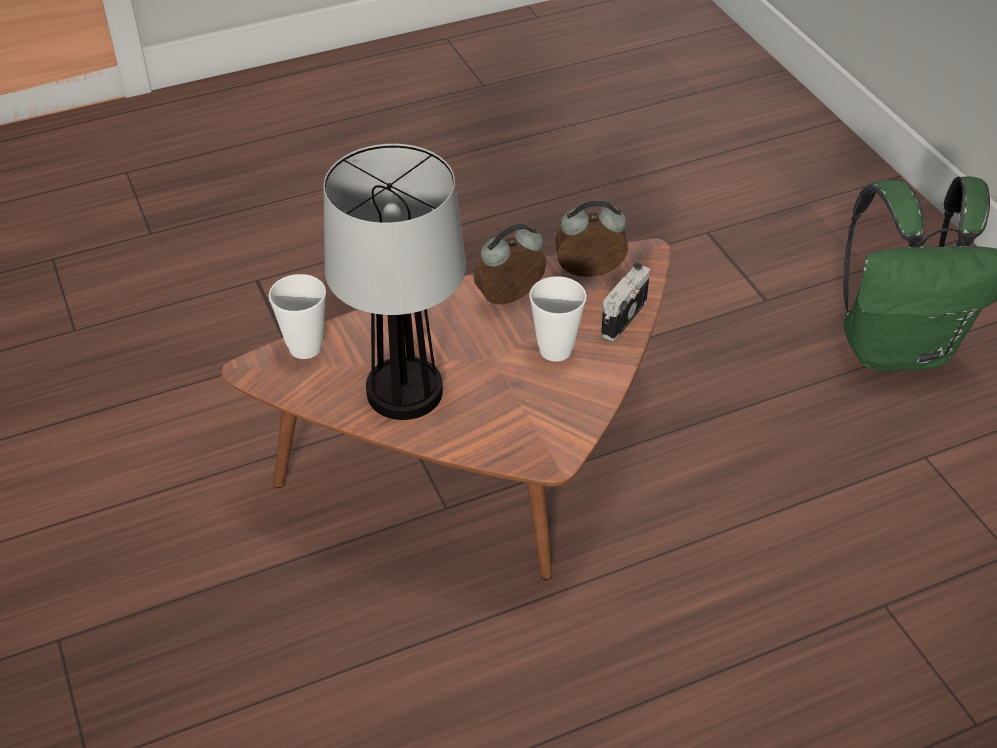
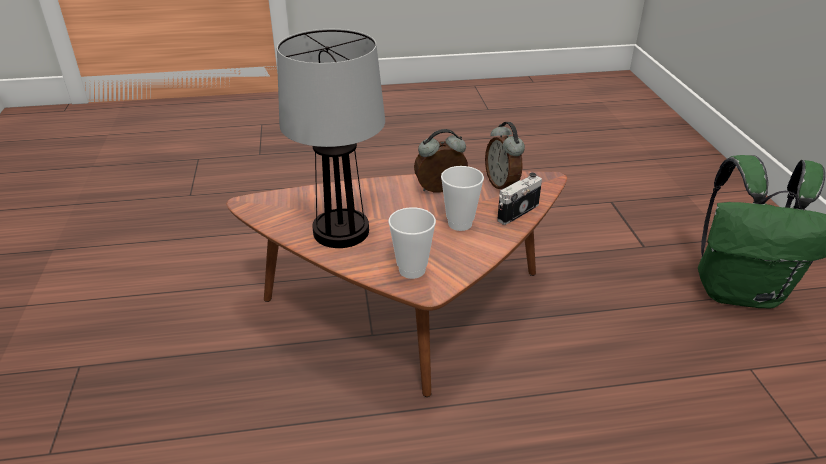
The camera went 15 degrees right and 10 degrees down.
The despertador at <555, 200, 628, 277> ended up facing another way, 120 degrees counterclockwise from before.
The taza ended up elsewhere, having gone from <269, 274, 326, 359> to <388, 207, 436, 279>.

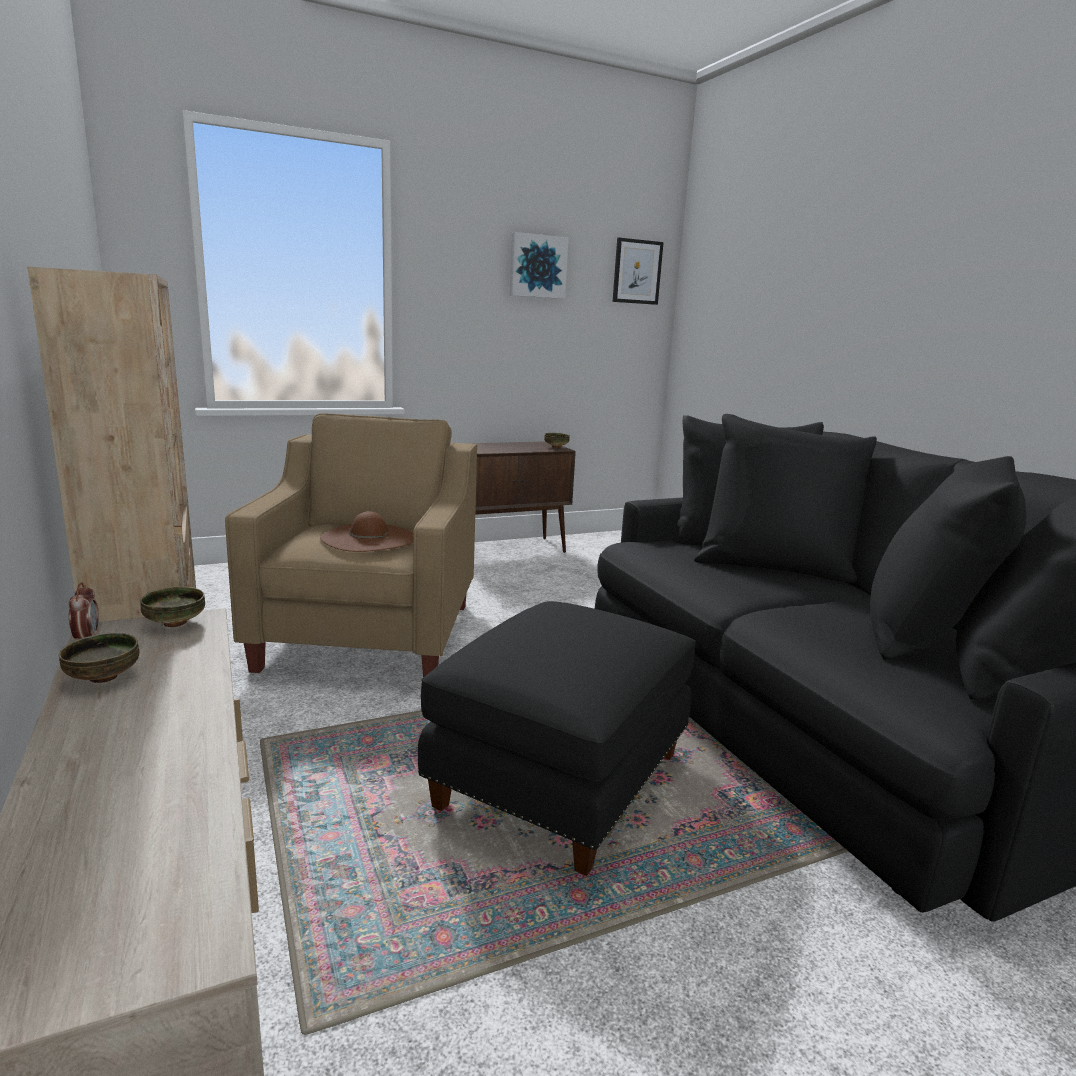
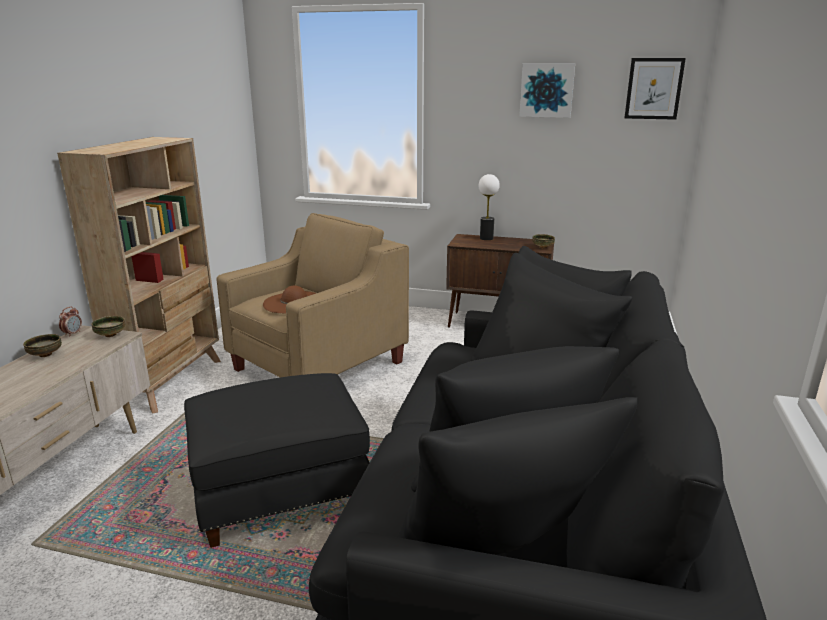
The camera went 40 degrees right and 5 degrees up.
The second view gained the lámpara de mesa at <478, 174, 500, 240>.

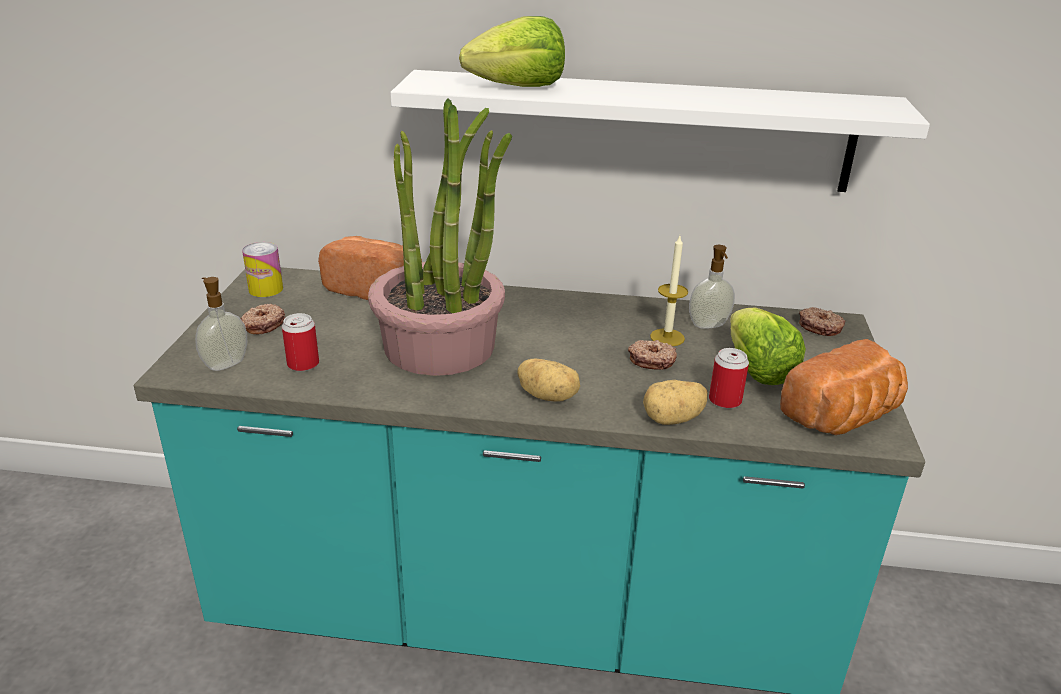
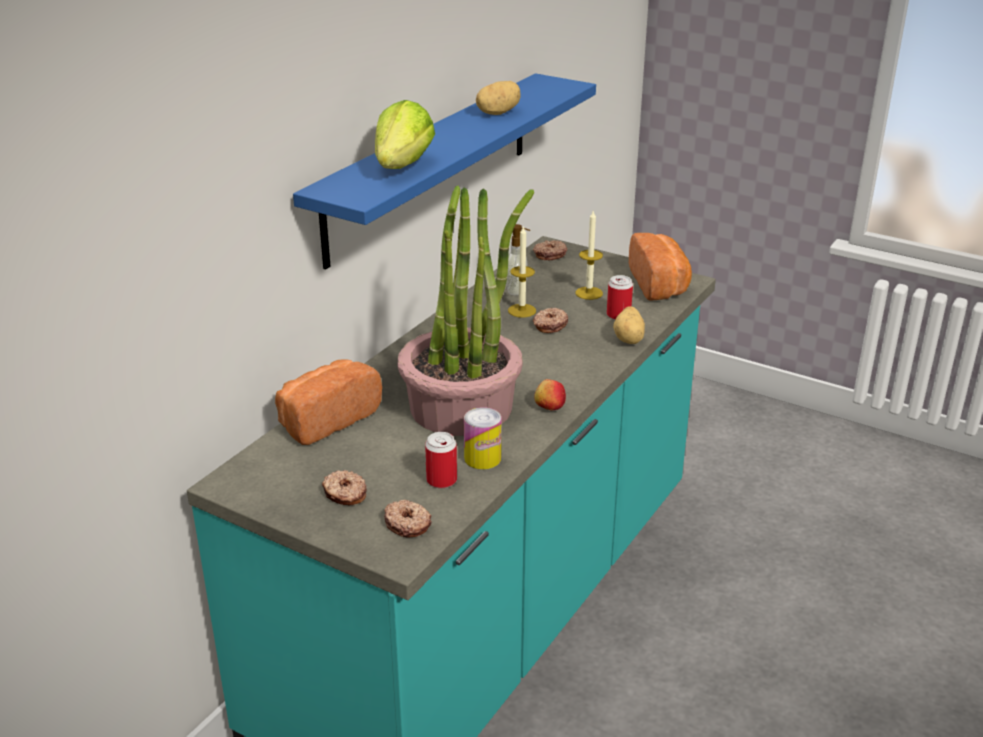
The camera went 65 degrees left and 0 degrees up.
What was the estante/blanco at <390, 70, 930, 192> turned into the estante/azul at <293, 73, 596, 269>.
The lata ended up elsewhere, having gone from <242, 242, 283, 297> to <464, 407, 501, 469>.
Where the dispensador de jabón stood at <195, 277, 247, 371>, the rosquilla came to stand at <384, 500, 432, 537>.
Where the lechuga stood at <730, 308, 806, 385>, the vela came to stand at <575, 211, 603, 300>.
The patata ended up elsewhere, having gone from <517, 359, 580, 402> to <476, 81, 520, 115>.
The second view gained the manzana at <534, 379, 566, 411>.

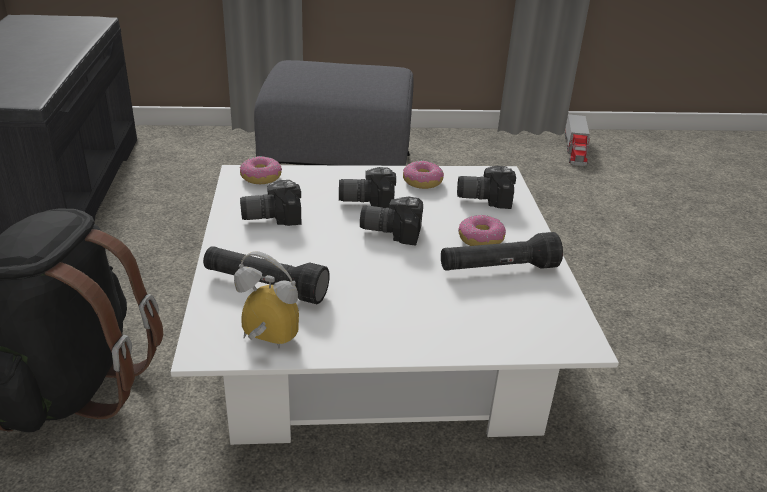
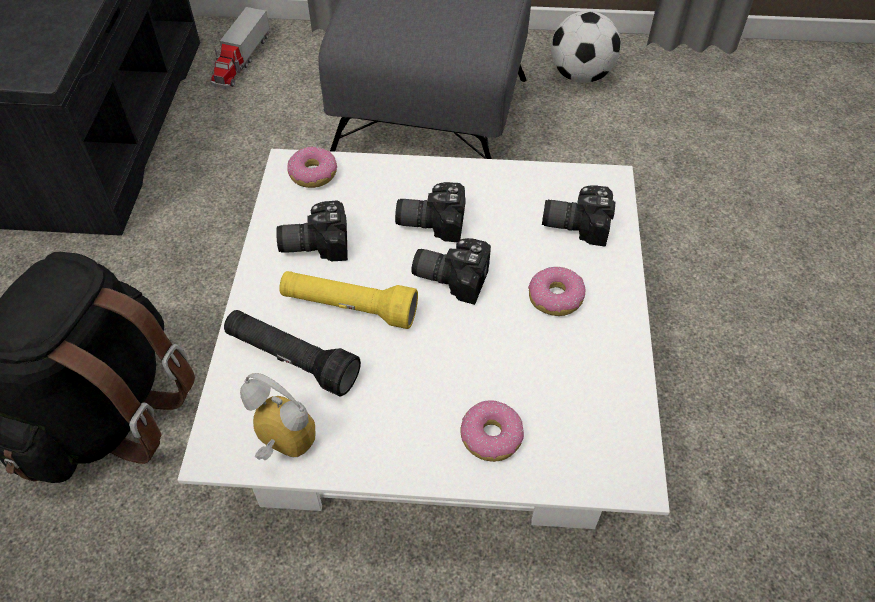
The camera went 10 degrees right and 20 degrees up.
The camión de juguete ended up elsewhere, having gone from <565, 114, 590, 166> to <211, 7, 270, 89>.
The rosquilla ended up elsewhere, having gone from <403, 161, 444, 189> to <460, 400, 524, 462>.
The second view lost the linterna/negro at <441, 232, 563, 271>.
The second view gained the balón de fútbol at <551, 11, 621, 83>.
The second view gained the linterna/amarillo at <279, 271, 418, 329>.

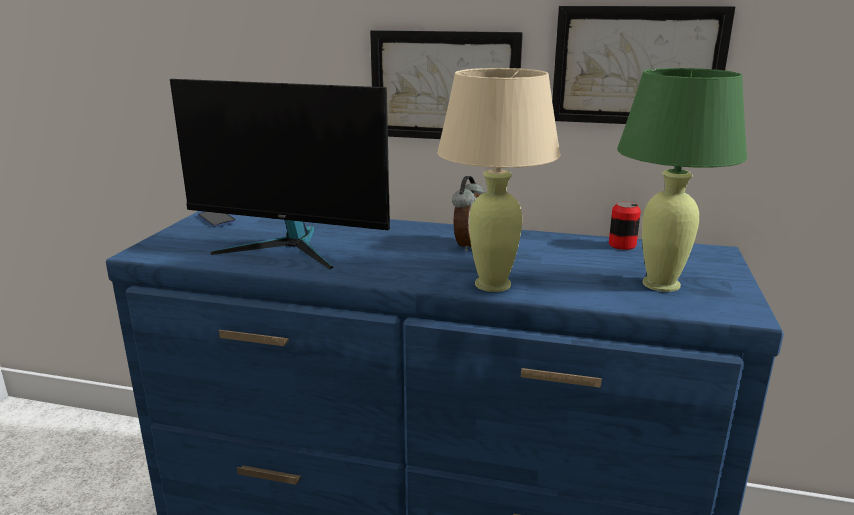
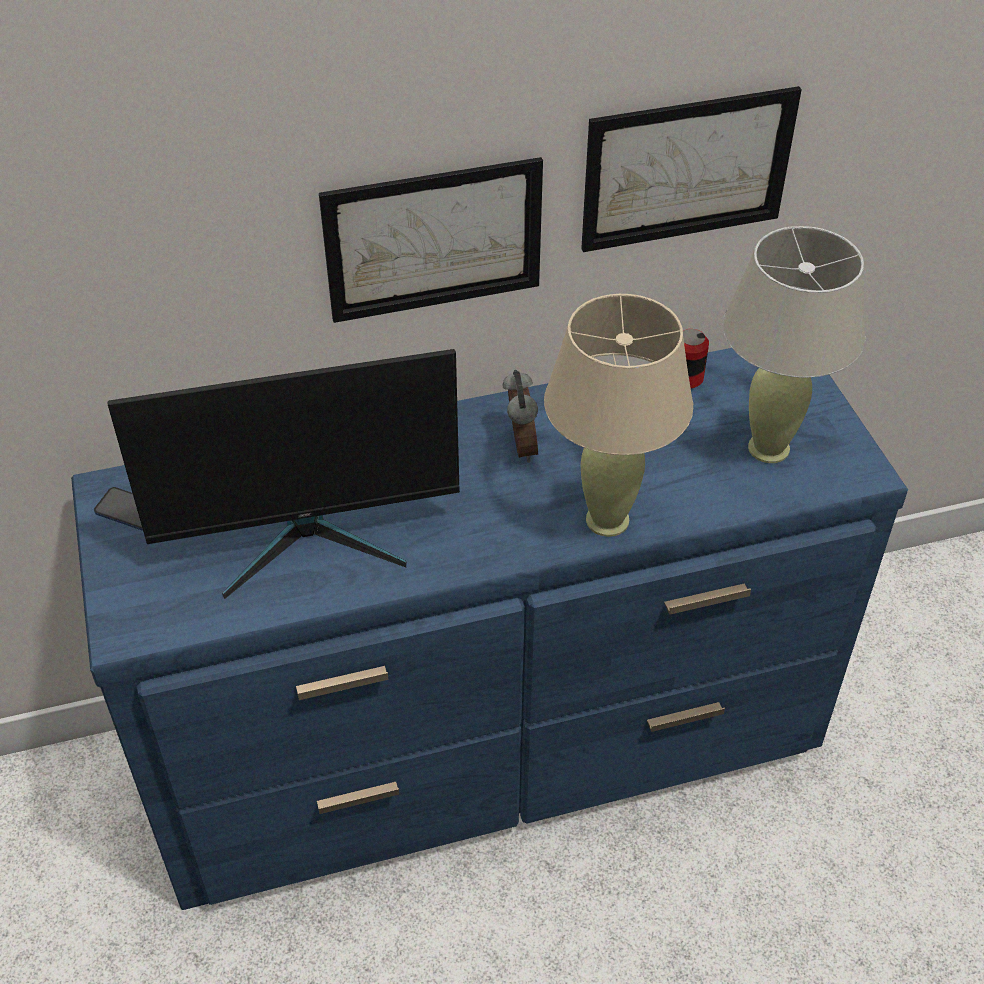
The camera went 30 degrees left and 25 degrees up.
What was the lámpara de mesa/verde at <617, 68, 747, 292> turned into the lámpara de mesa/beis at <723, 226, 866, 463>.

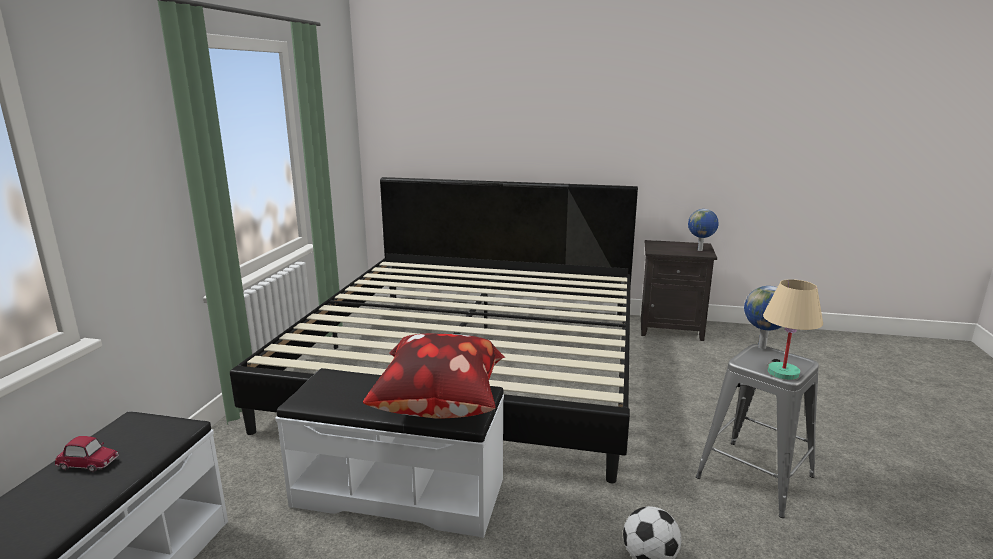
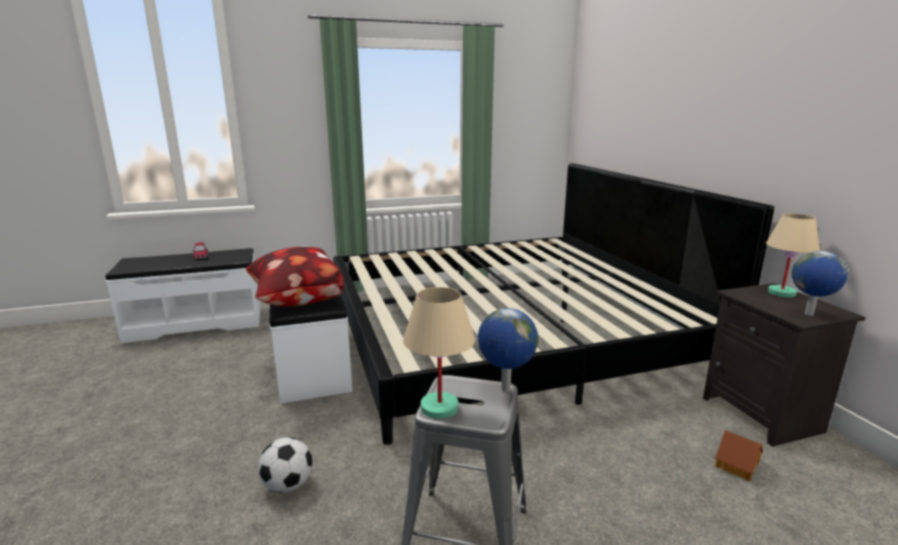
The camera went 60 degrees right and 0 degrees up.
The second view gained the lámpara de mesa/beis at <766, 213, 820, 297>.
The second view gained the casita at <715, 430, 763, 481>.

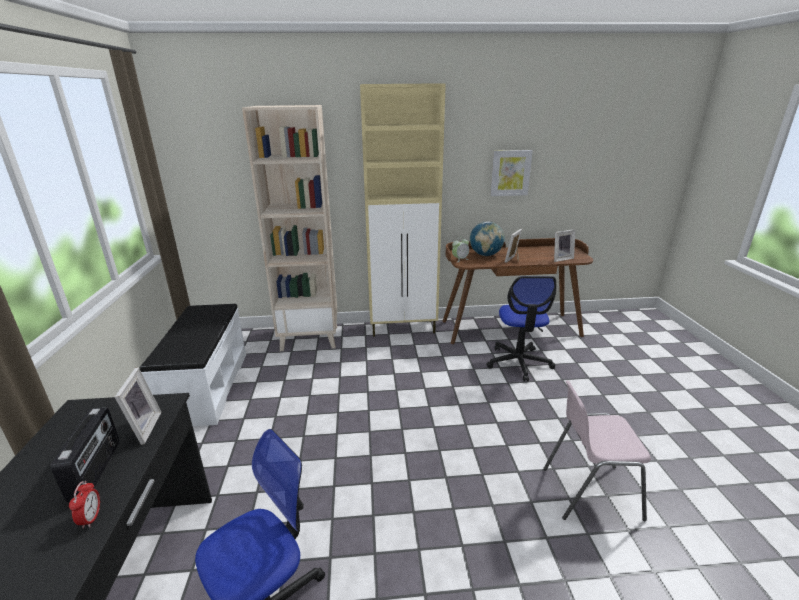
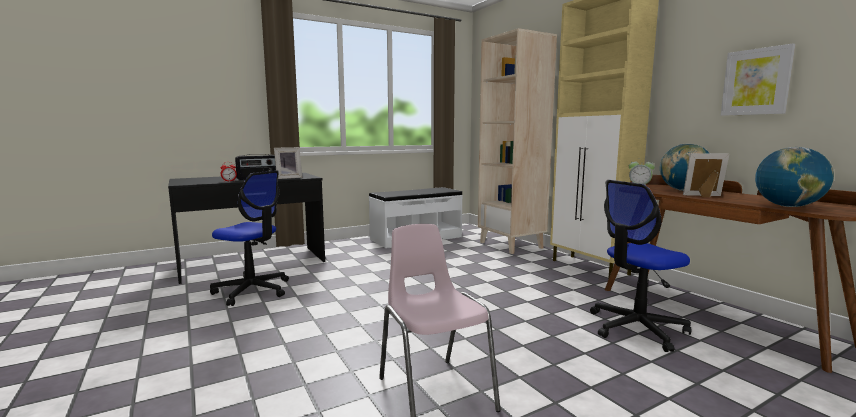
The camera went 65 degrees right and 15 degrees down.
Where the portarretratos stood at <554, 229, 575, 262>, the globo terráqueo came to stand at <755, 147, 834, 207>.

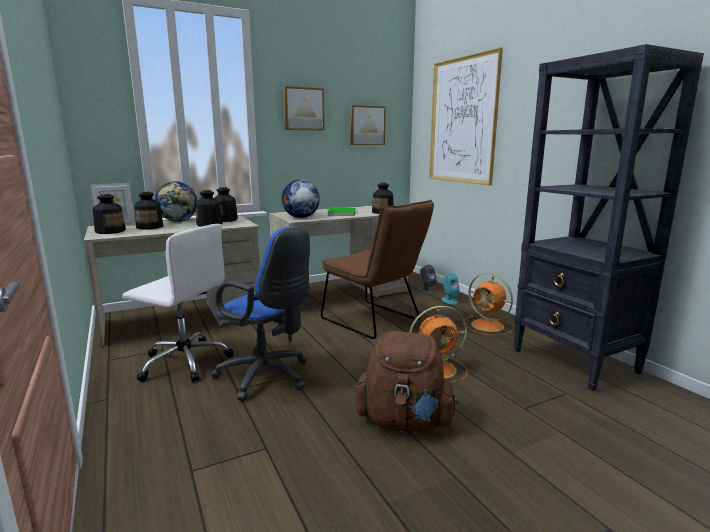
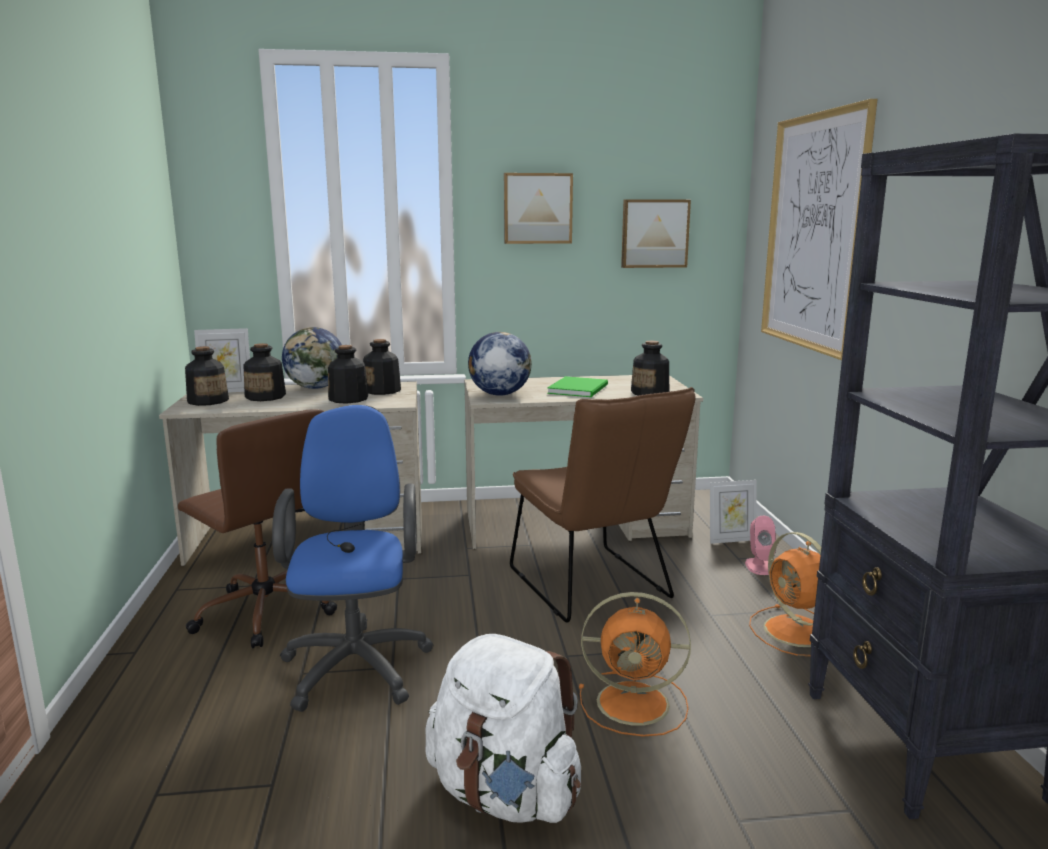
The camera went 20 degrees right and 0 degrees up.
What was the silla de oficina/blanco at <122, 224, 234, 382> turned into the silla de oficina/marrón at <178, 409, 337, 648>.
The silla de oficina/azul at <211, 227, 310, 401> ended up facing another way, 150 degrees counterclockwise from before.
Where the altavoz/gris stood at <419, 264, 437, 294>, the portarretratos came to stand at <710, 480, 756, 544>.
What was the altavoz/turquesa at <441, 273, 460, 304> turned into the altavoz/rosa at <745, 516, 776, 575>.
What was the mochila/marrón at <356, 331, 458, 432> turned into the mochila/blanco at <426, 634, 581, 823>.

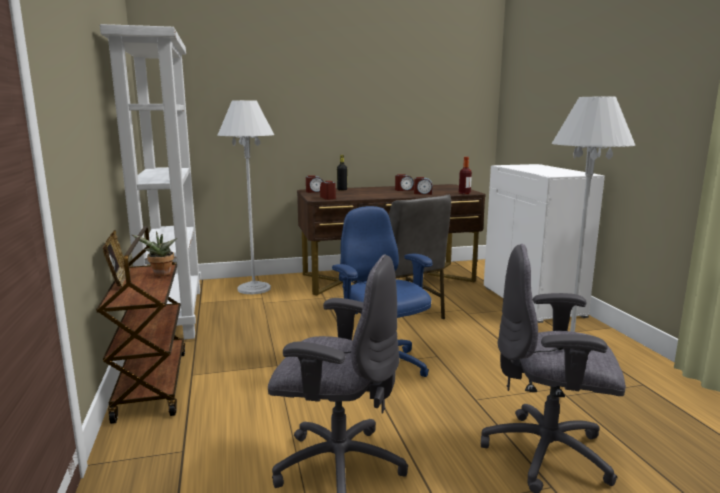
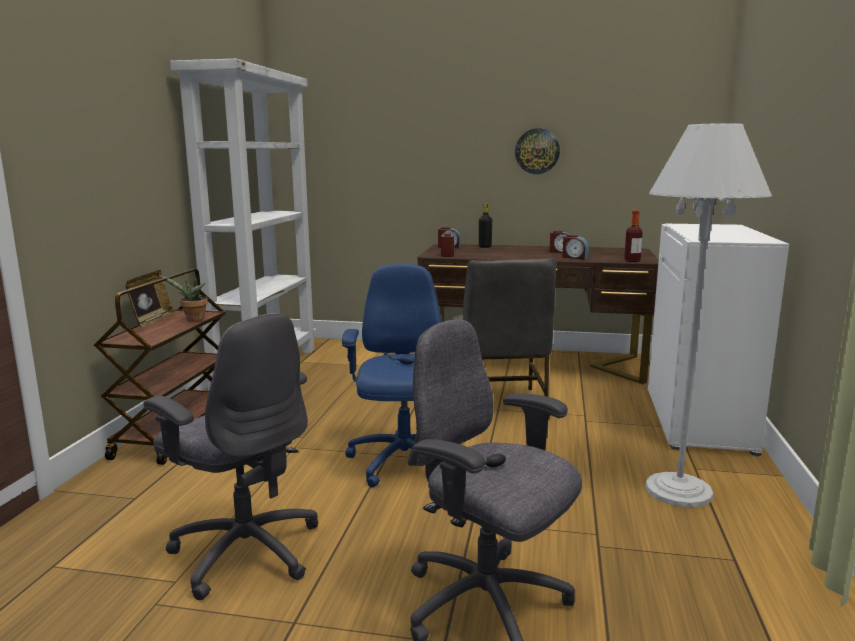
The camera went 25 degrees right and 0 degrees up.
The second view lost the lámpara de pie/blanco at <218, 100, 274, 294>.
The second view gained the reloj de pared at <515, 128, 560, 174>.

